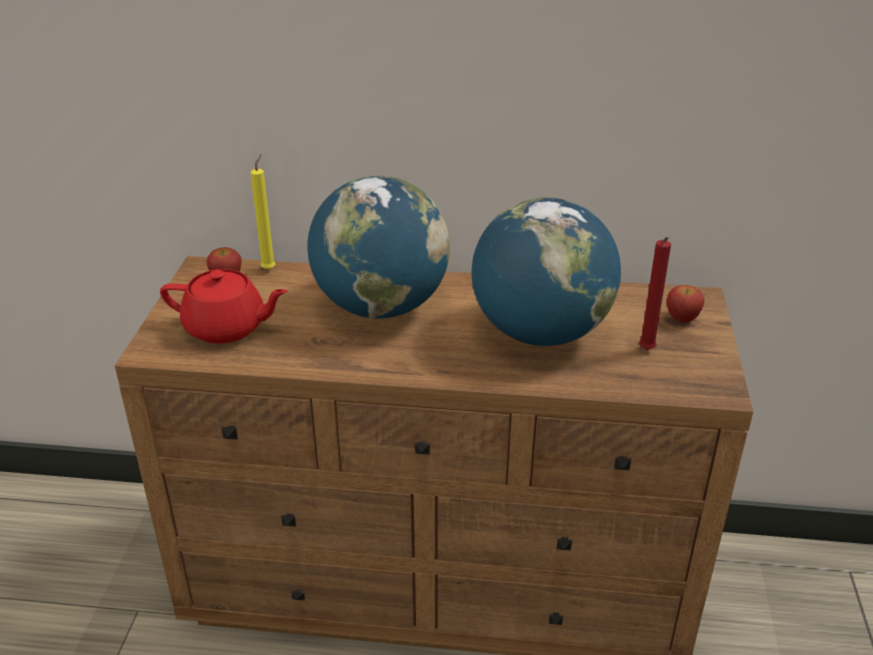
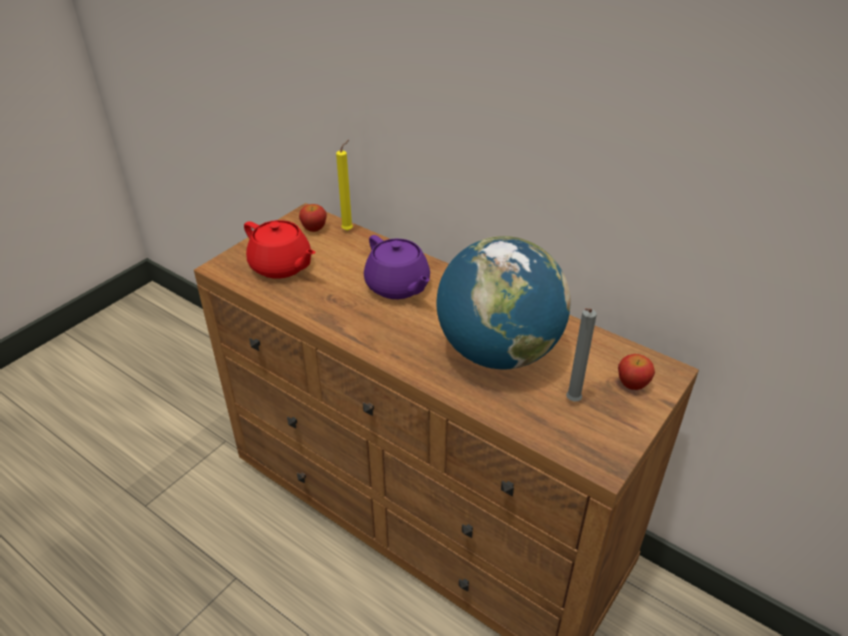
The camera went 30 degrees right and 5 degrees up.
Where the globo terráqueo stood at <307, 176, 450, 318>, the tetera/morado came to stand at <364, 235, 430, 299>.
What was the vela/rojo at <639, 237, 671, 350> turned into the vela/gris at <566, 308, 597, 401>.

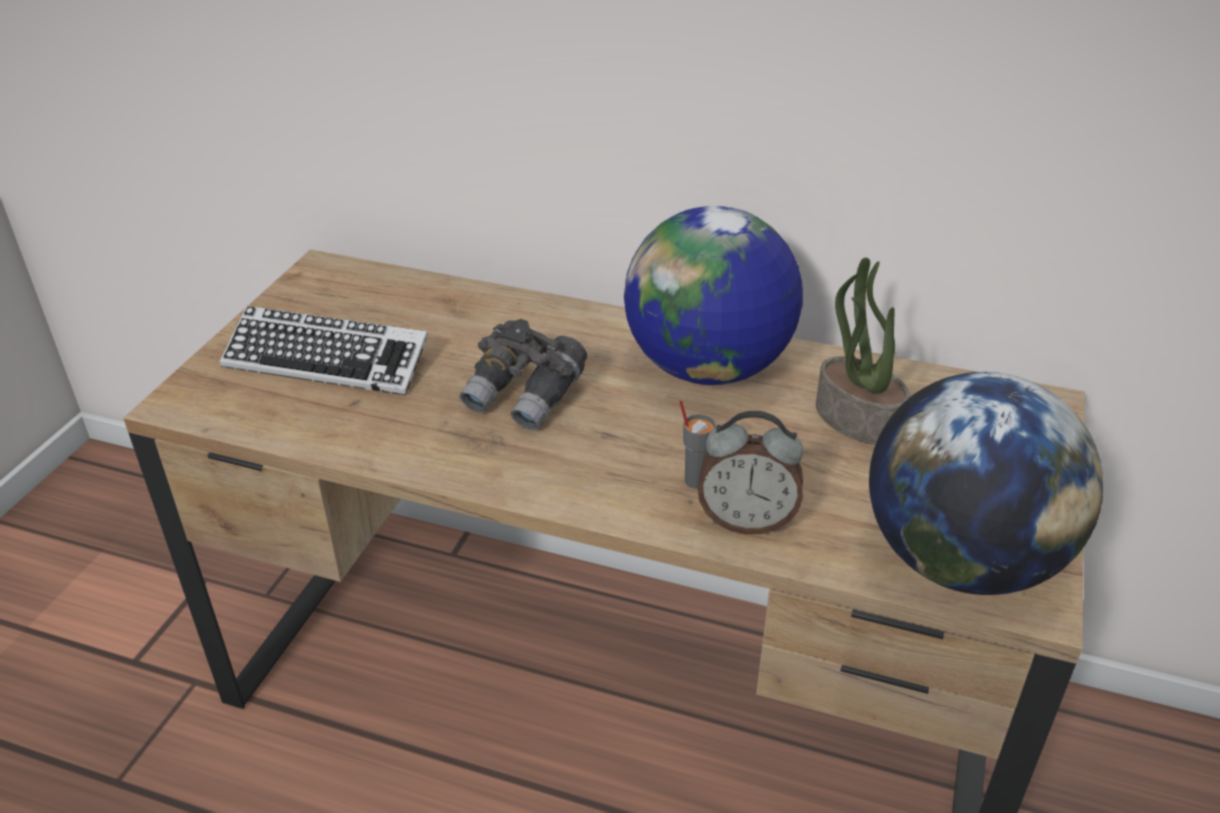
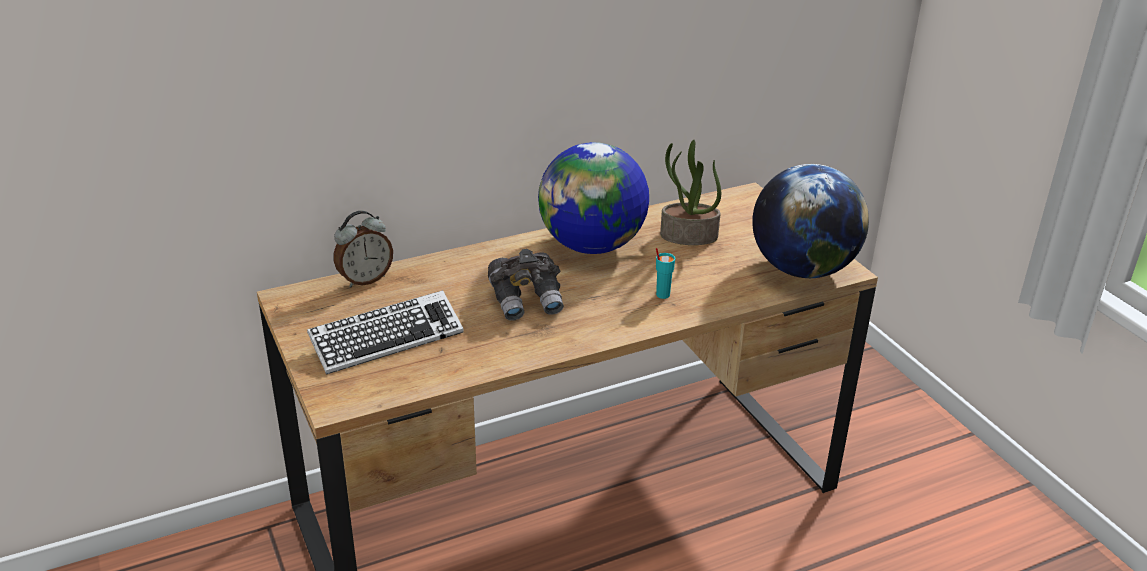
The camera went 45 degrees left and 5 degrees down.
What was the taza/gris at <680, 401, 716, 489> turned into the taza/turquesa at <656, 248, 675, 299>.
The despertador ended up elsewhere, having gone from <698, 411, 803, 534> to <334, 211, 393, 287>.

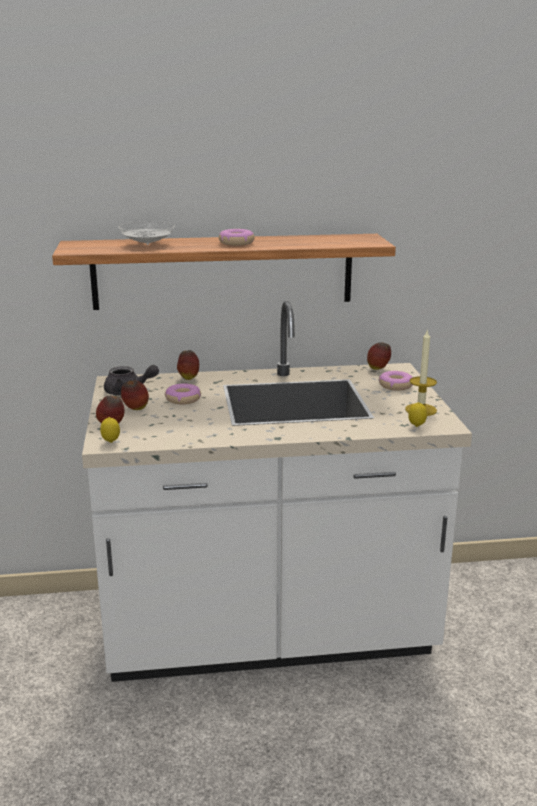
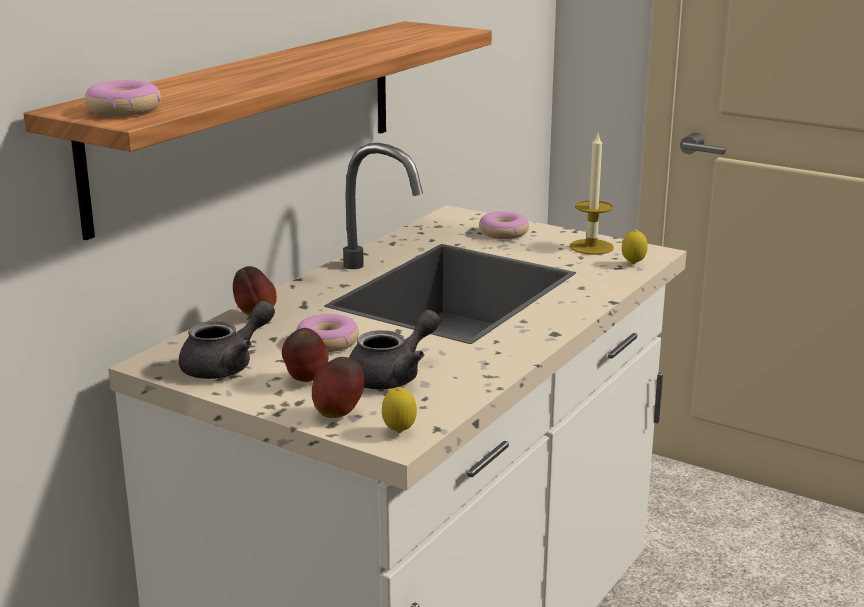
The camera went 50 degrees left and 0 degrees up.
The second view lost the plato/blanco at <118, 221, 175, 245>.
The rosquilla ended up elsewhere, having gone from <219, 229, 255, 246> to <84, 80, 161, 117>.
The second view lost the manzana at <367, 342, 391, 370>.
The second view gained the tetera/gris at <349, 310, 440, 390>.

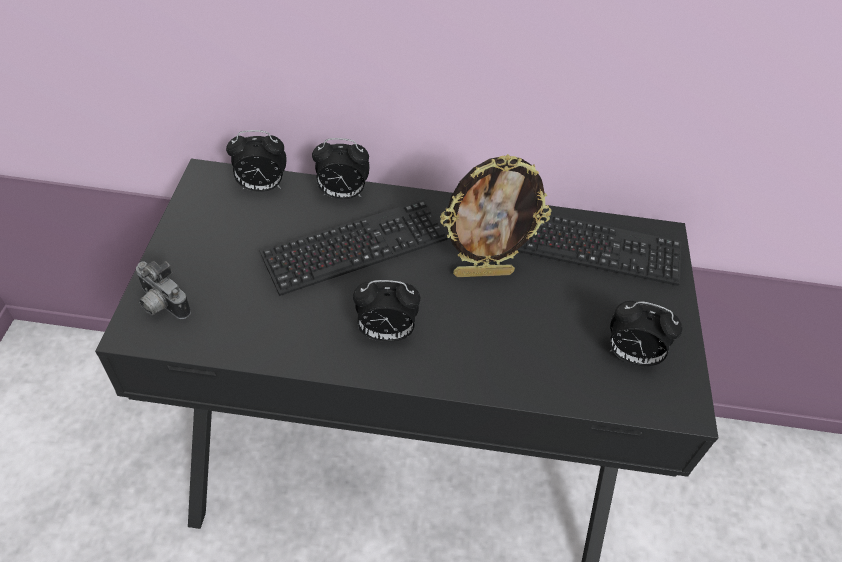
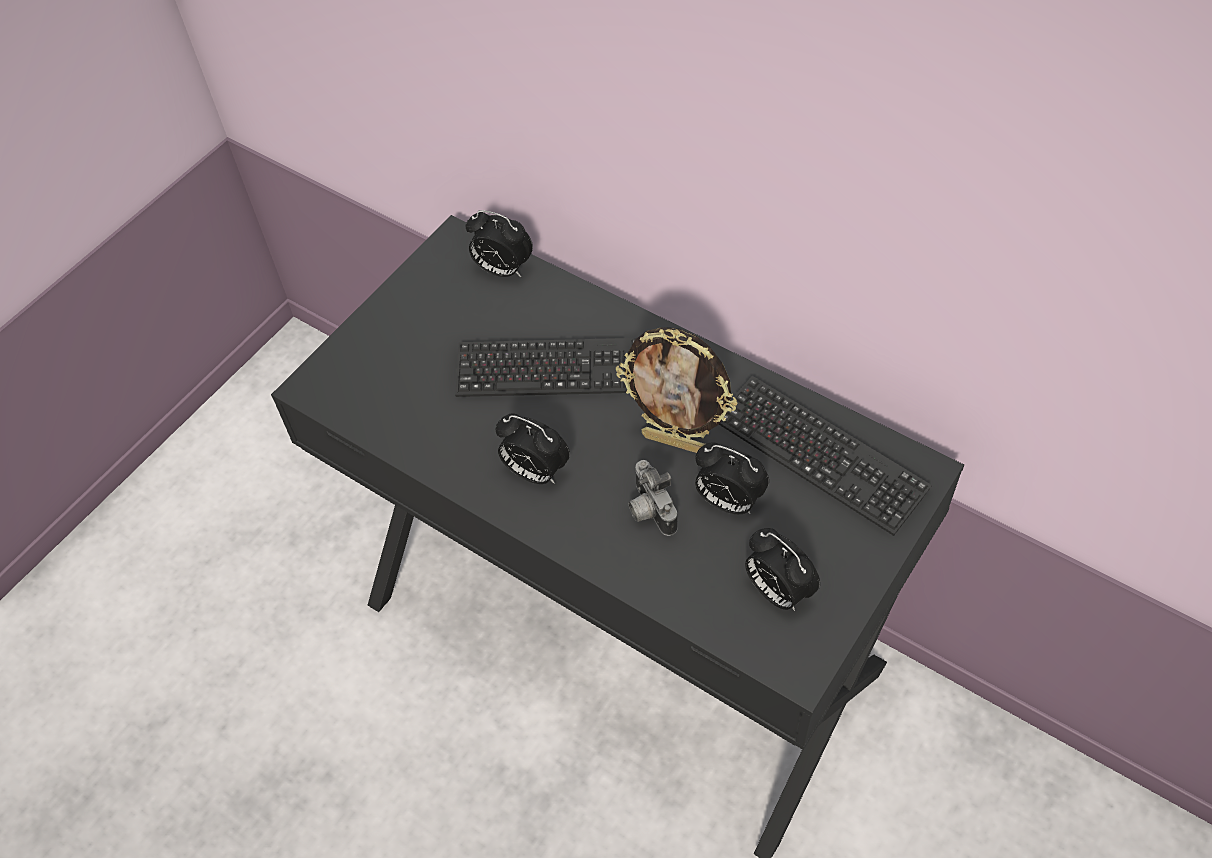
The camera went 35 degrees right and 5 degrees up.
The despertador ended up elsewhere, having gone from <312, 138, 370, 199> to <695, 442, 769, 514>.
The cámara ended up elsewhere, having gone from <136, 261, 191, 319> to <628, 460, 678, 536>.

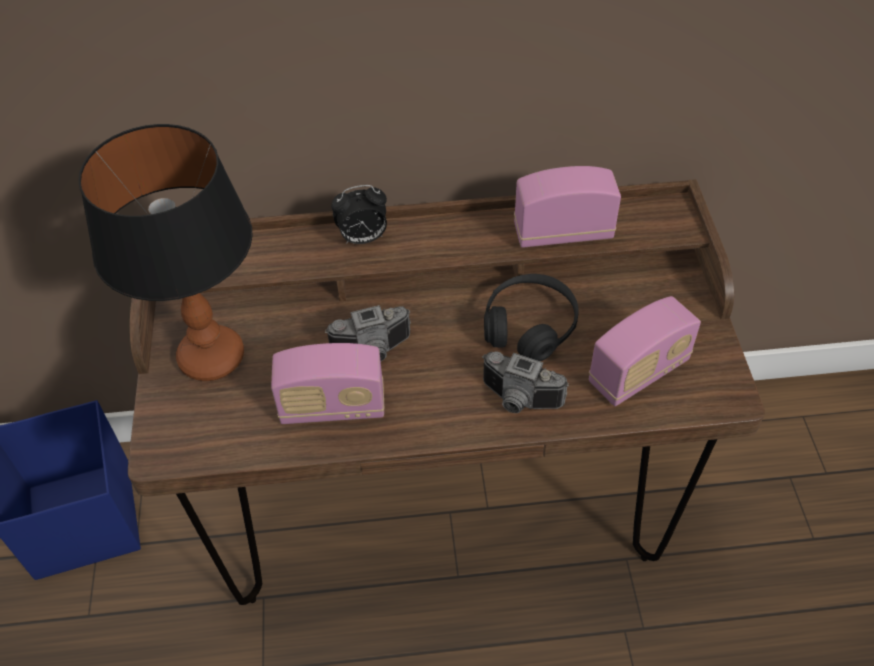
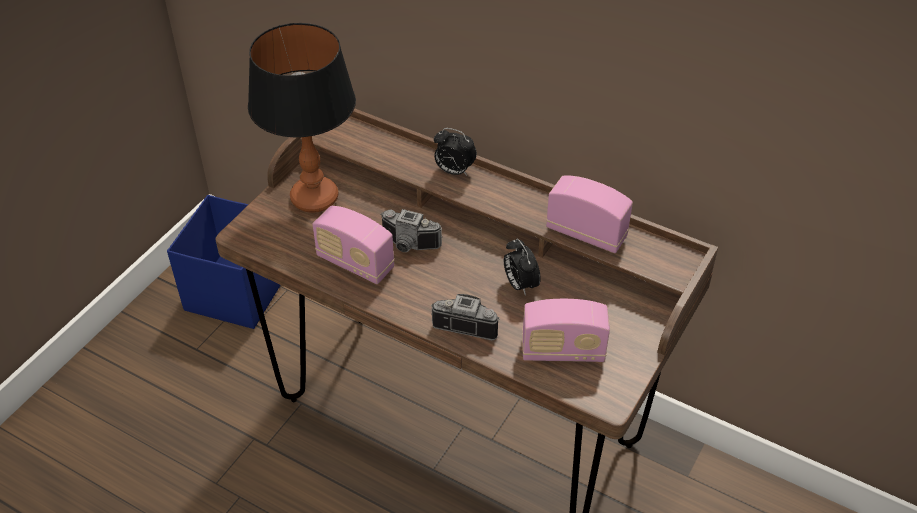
The camera went 35 degrees right and 5 degrees down.
Where the auriculares/negro stood at <484, 274, 579, 361>, the despertador came to stand at <504, 239, 541, 296>.
The cámara at <482, 352, 569, 413> ended up facing another way, 135 degrees clockwise from before.

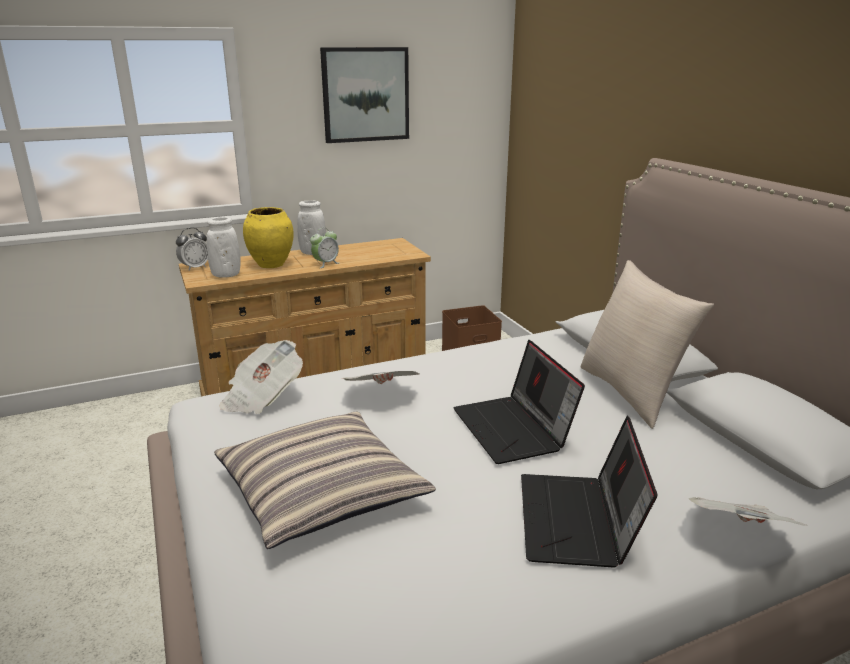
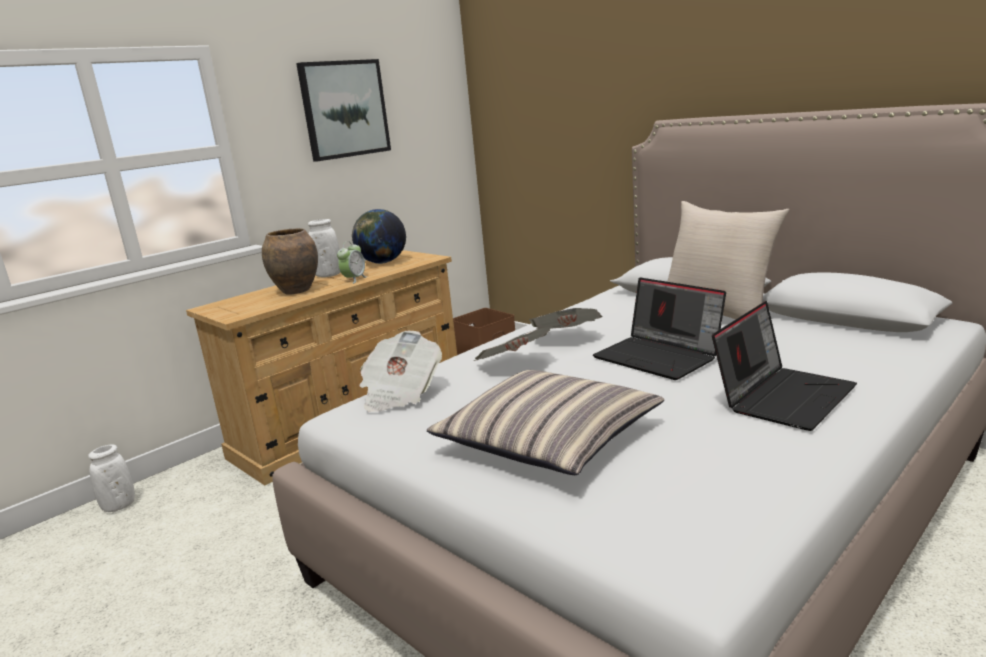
The camera went 20 degrees left and 5 degrees down.
What was the florero/amarillo at <243, 207, 294, 268> turned into the florero/marrón at <262, 228, 318, 295>.
The florero/blanco ended up elsewhere, having gone from <207, 217, 241, 278> to <88, 444, 135, 512>.
The second view lost the despertador at <176, 228, 208, 271>.
The portátil at <521, 416, 657, 567> ended up facing another way, 120 degrees counterclockwise from before.
The periódico ended up elsewhere, having gone from <689, 497, 807, 526> to <529, 308, 602, 329>.
The second view gained the globo terráqueo at <352, 209, 406, 264>.

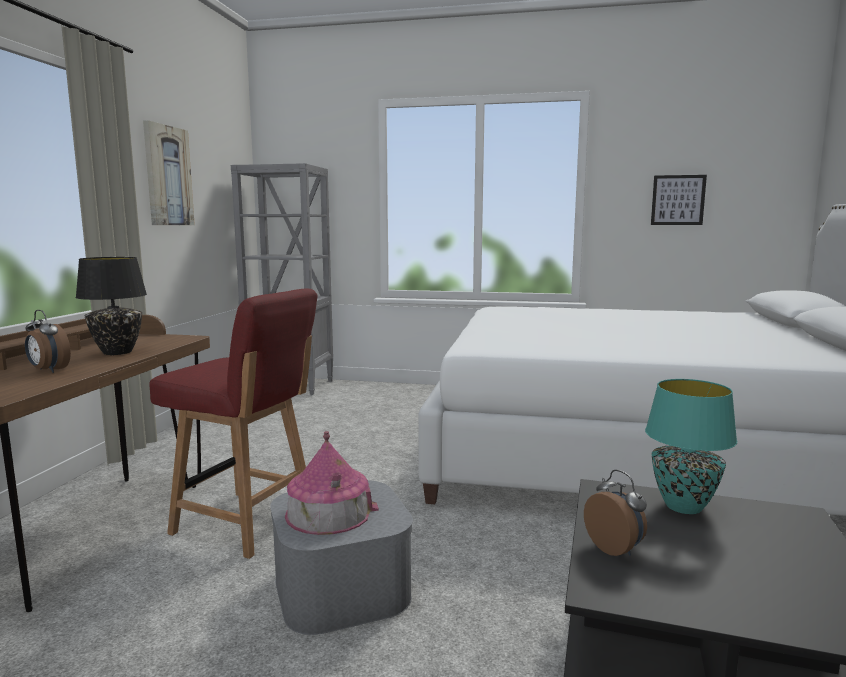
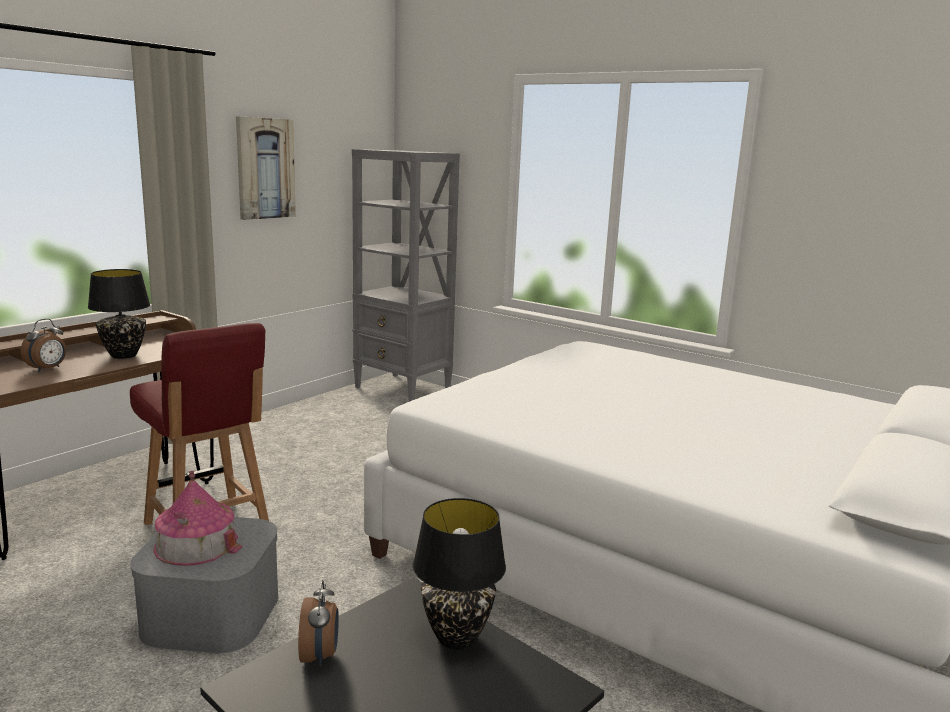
The camera went 25 degrees right and 5 degrees up.
The second view lost the cuadro at <651, 175, 707, 225>.
The despertador at <25, 310, 71, 373> ended up facing another way, 120 degrees counterclockwise from before.
What was the lámpara de mesa/turquesa at <645, 379, 737, 514> turned into the lámpara de mesa/negro at <413, 498, 506, 649>.

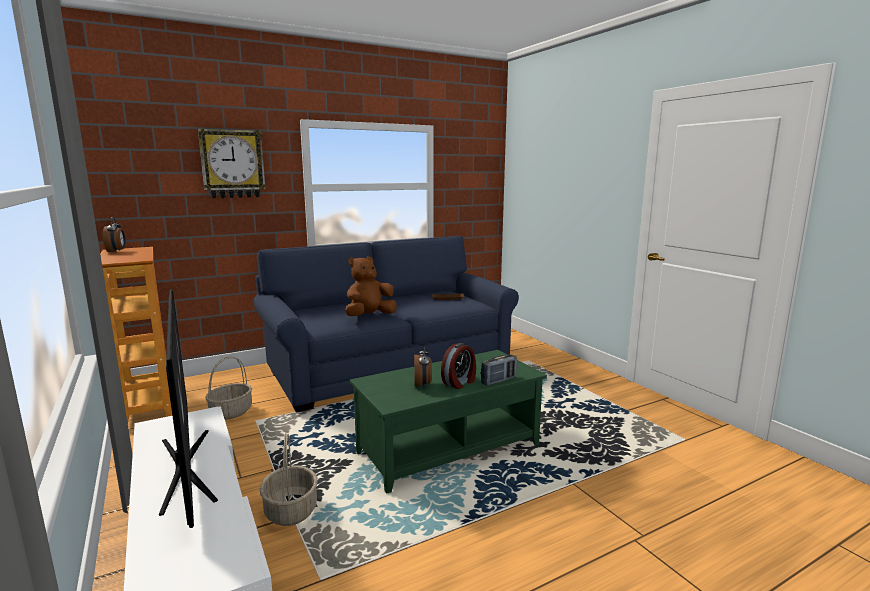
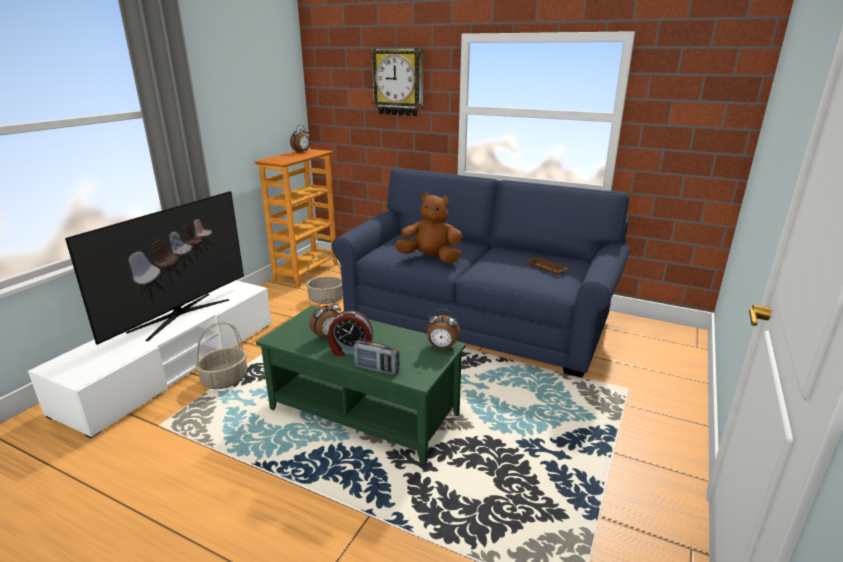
The camera went 55 degrees right and 10 degrees up.
The second view gained the despertador at <427, 309, 460, 350>.

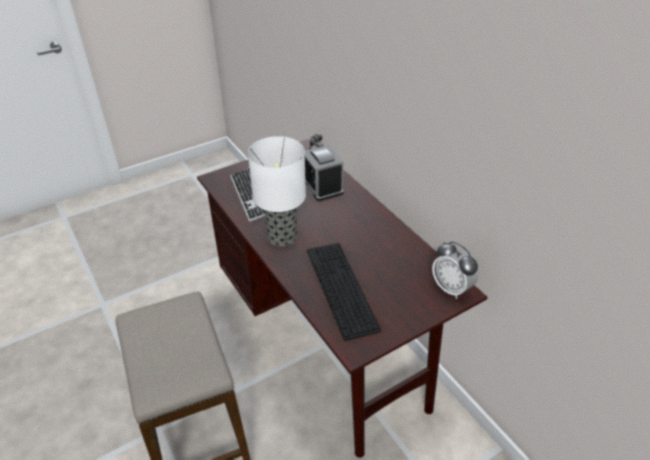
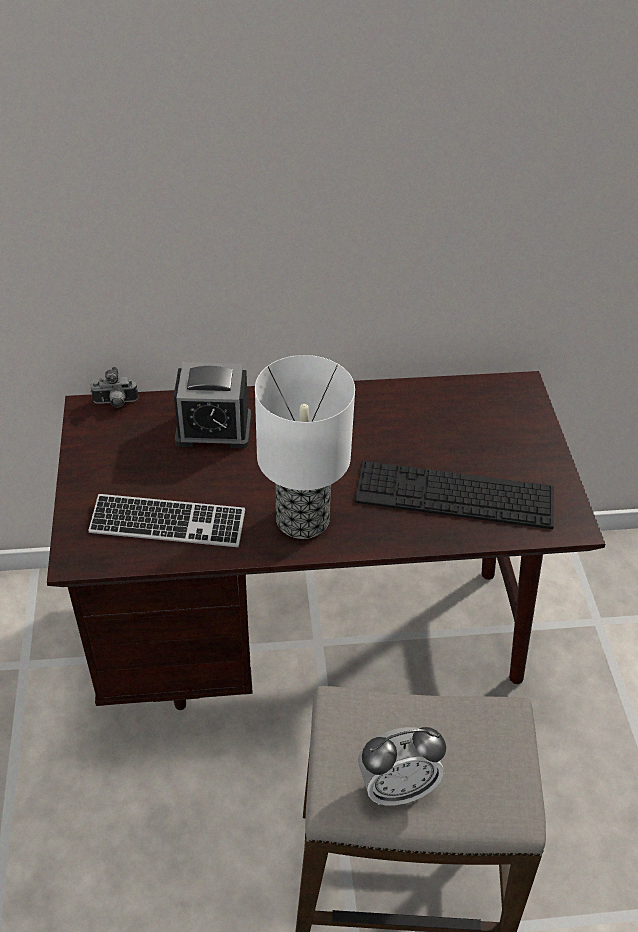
The camera went 65 degrees left and 5 degrees up.
The despertador ended up elsewhere, having gone from <432, 242, 479, 299> to <358, 727, 446, 805>.

